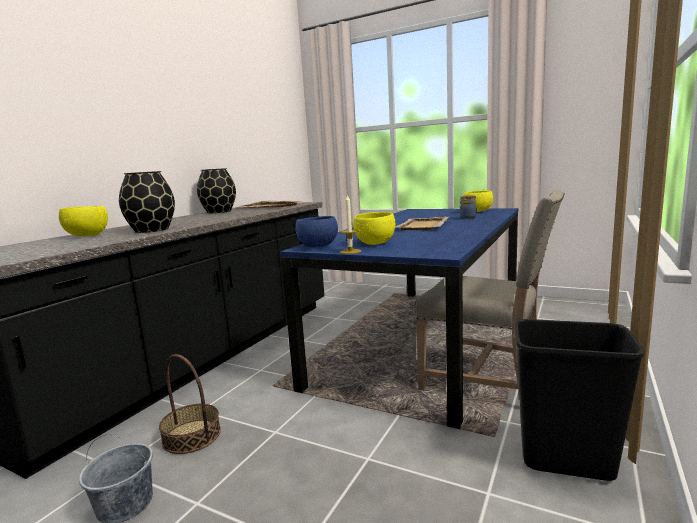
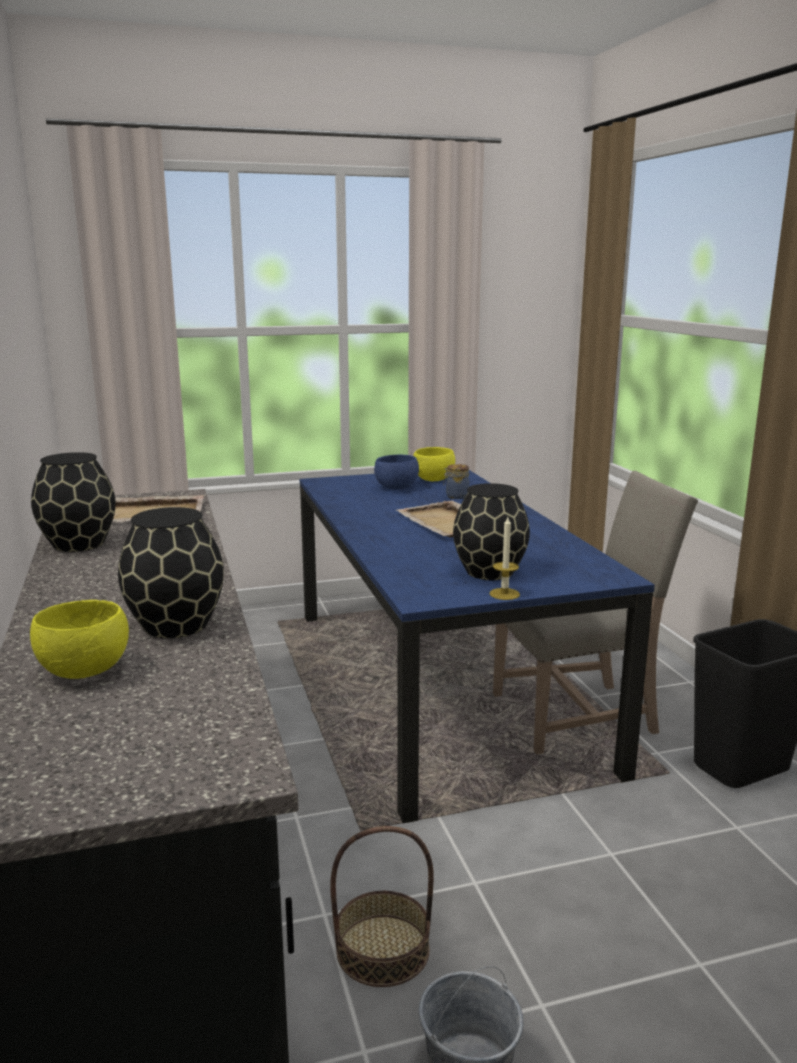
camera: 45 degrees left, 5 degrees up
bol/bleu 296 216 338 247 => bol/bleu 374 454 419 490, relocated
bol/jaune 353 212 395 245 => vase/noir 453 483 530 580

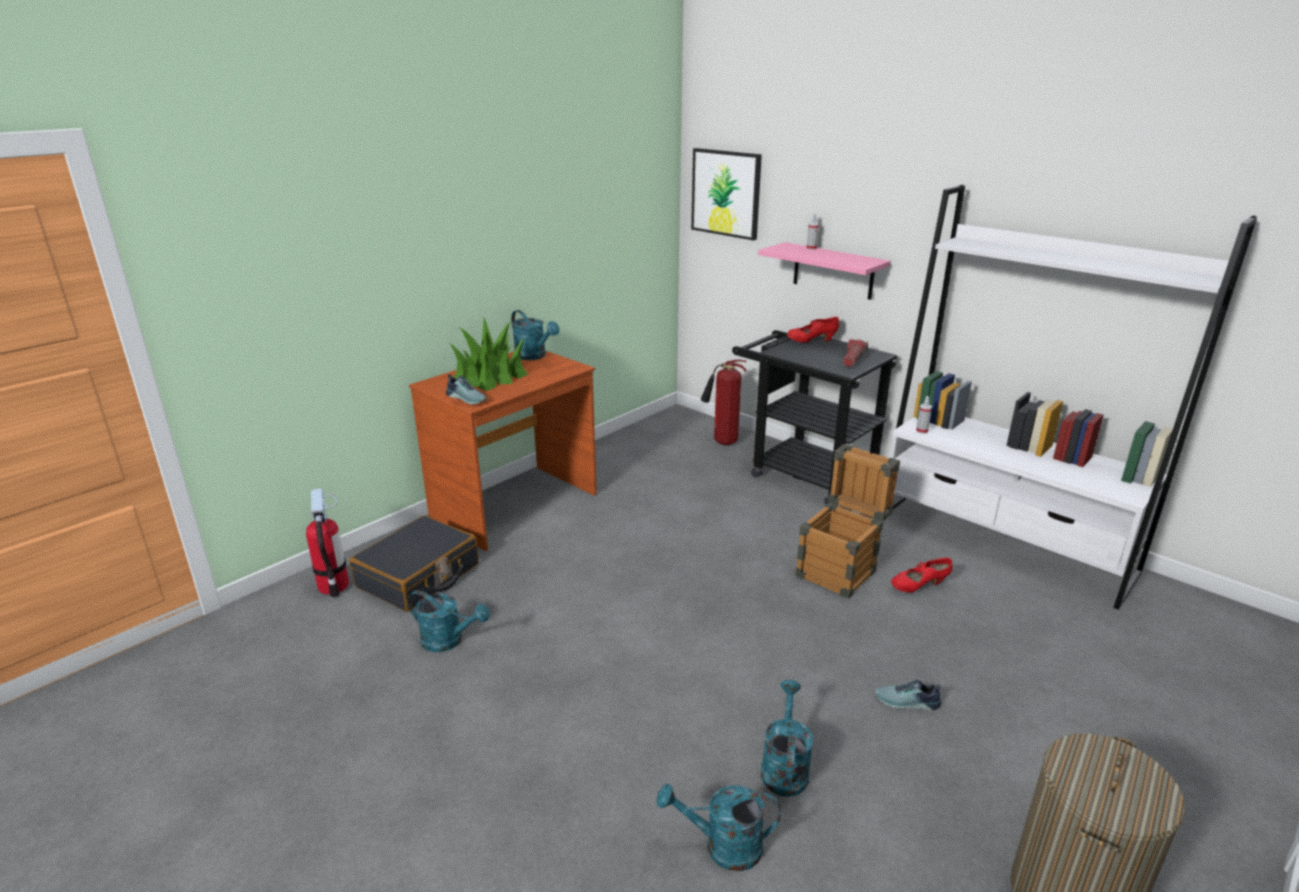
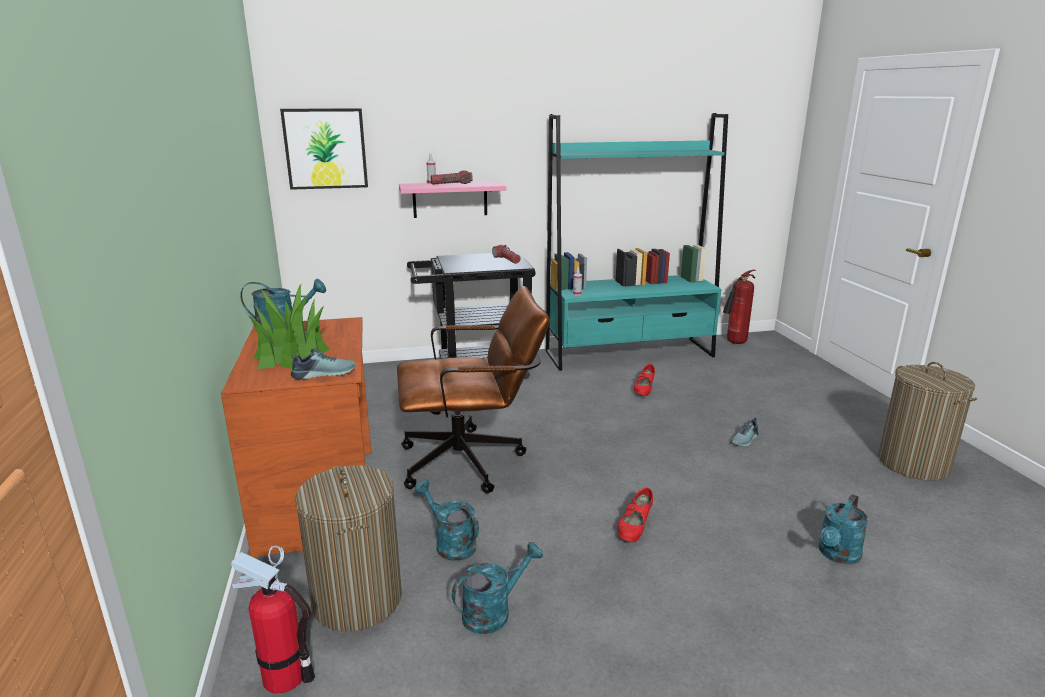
camera: 55 degrees left, 5 degrees down
valise/noir 349 516 479 612 => panier à linge 295 465 402 631
extincteur 701 360 746 445 => extincteur 723 270 756 344, relocated
arrosoir/turquoise 761 680 813 797 => arrosoir/turquoise 415 480 479 561, relocated
chaussure/rouge 787 317 839 343 => chaussure/rouge 618 488 653 542, relocated
caisse 795 444 900 599 => nothing
bibliothèque/blanc 890 185 1257 610 => bibliothèque/turquoise 546 113 728 371
nothing => chaise de bureau/marron 397 286 550 493
nothing => lampe de poche 431 170 473 185

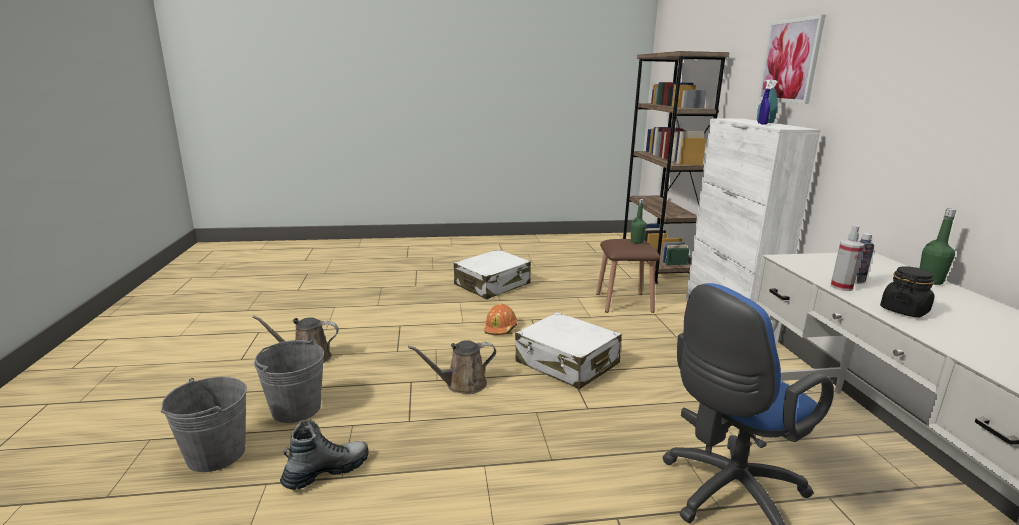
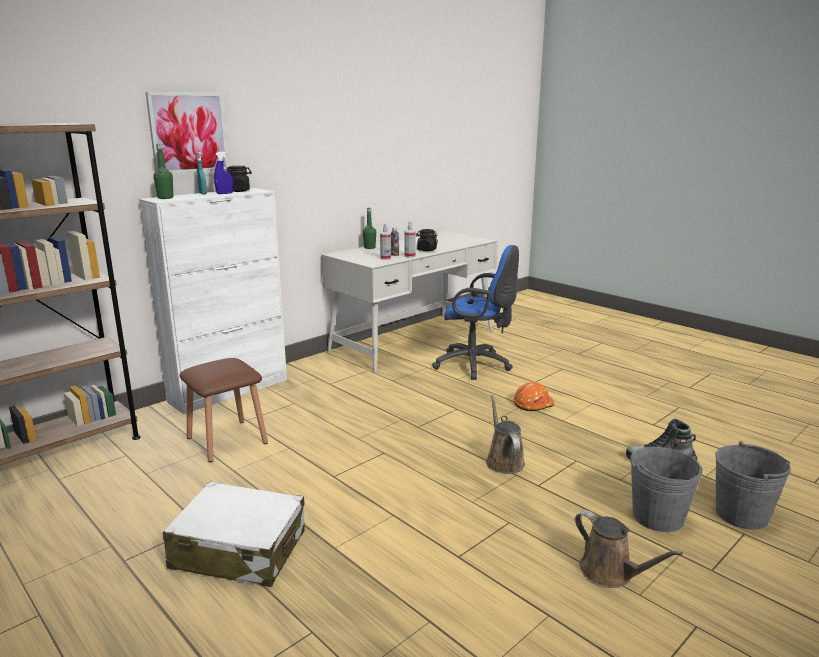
camera: 125 degrees left, 0 degrees up
arrosoir/marron 408 340 496 394 => arrosoir/marron 486 395 525 474, 135 degrees counterclockwise
casque de chantier/orange 484 304 517 335 => casque de chantier/orange 514 382 554 411, relocated
valise/blanc 515 312 622 389 => nothing
bouteille/vert 631 199 647 244 => bouteille/vert 153 144 173 199, relocated
nothing => bocal/noir 225 166 252 192
nothing => vaporisateur 380 223 391 260

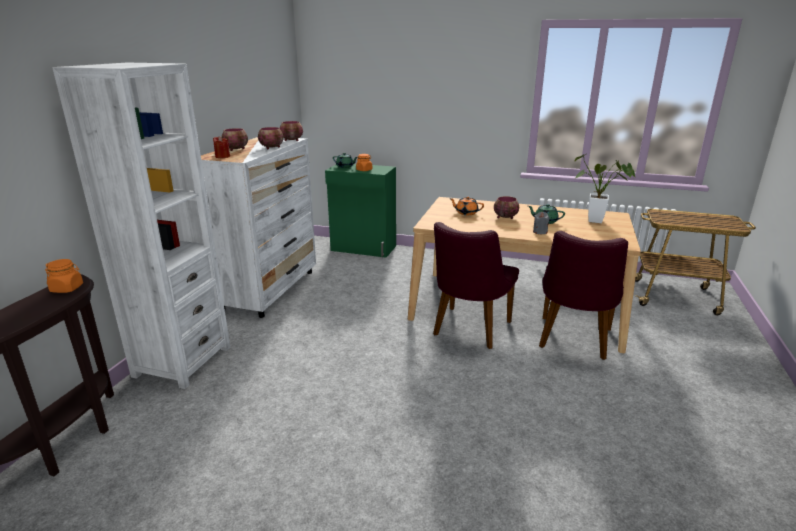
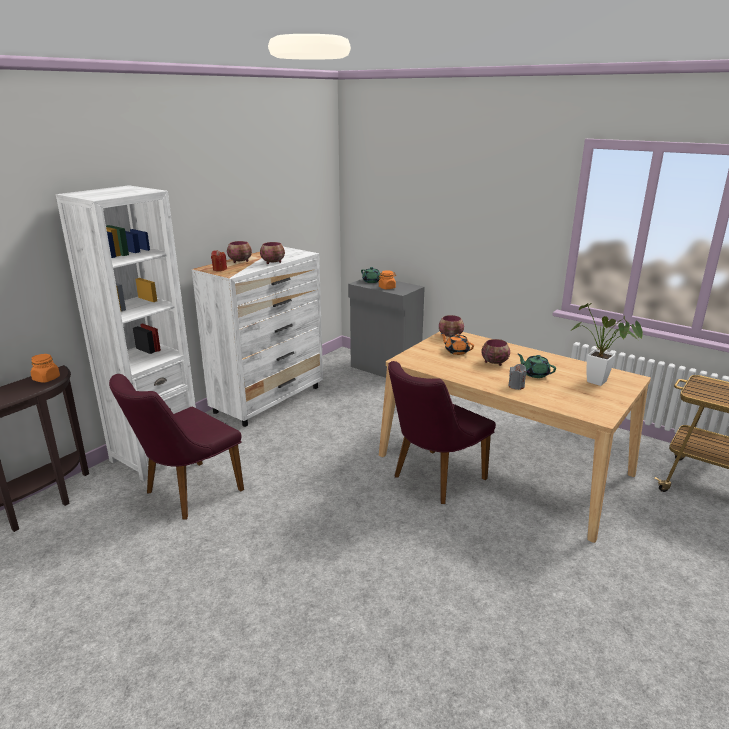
camera: 20 degrees right, 0 degrees up
bol 280 121 303 141 => bol 439 315 464 337, relocated
meuble de rangement/vert 325 164 396 258 => meuble de rangement/gris 348 279 425 378
chaise/violet 539 231 628 360 => chaise/violet 109 374 244 520, relocated

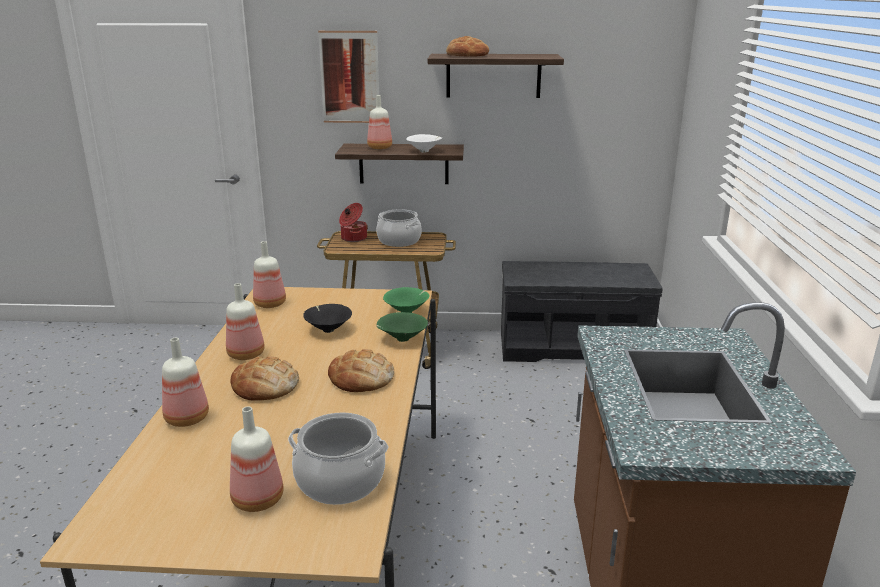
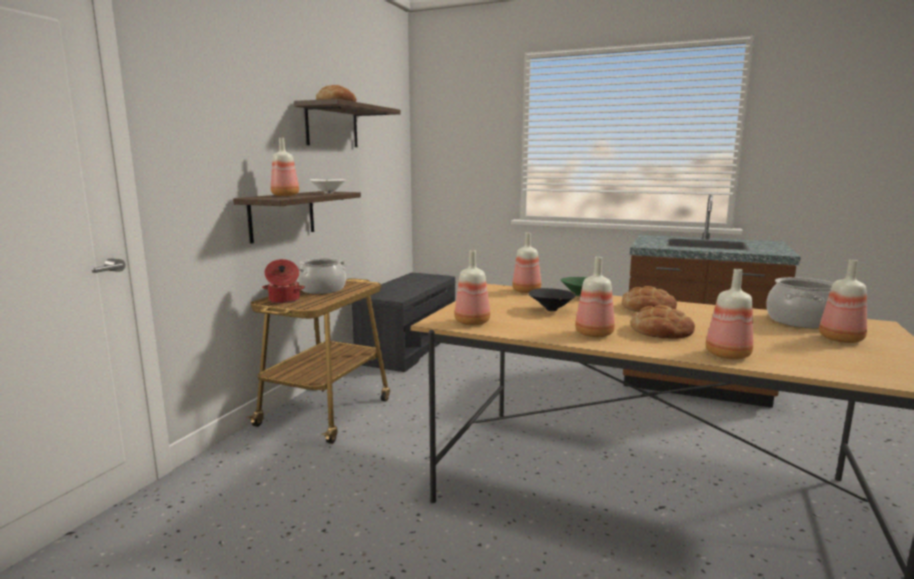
camera: 70 degrees left, 10 degrees down
tableau 318 31 379 123 => nothing
bol/vert 383 287 430 313 => bouteille 512 233 541 293

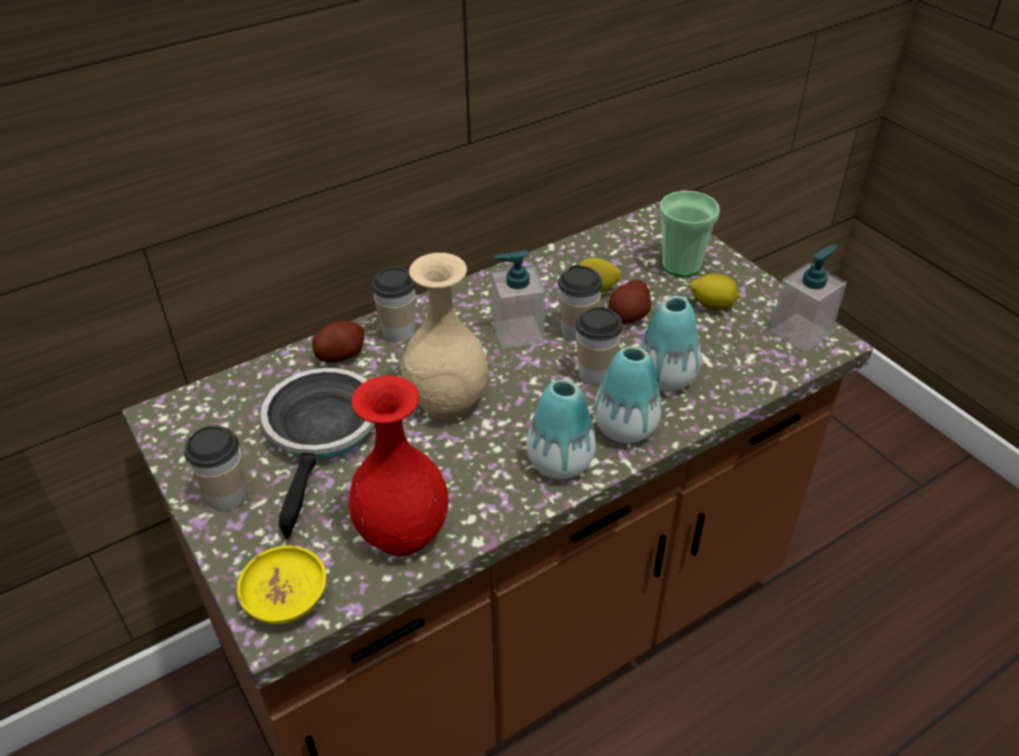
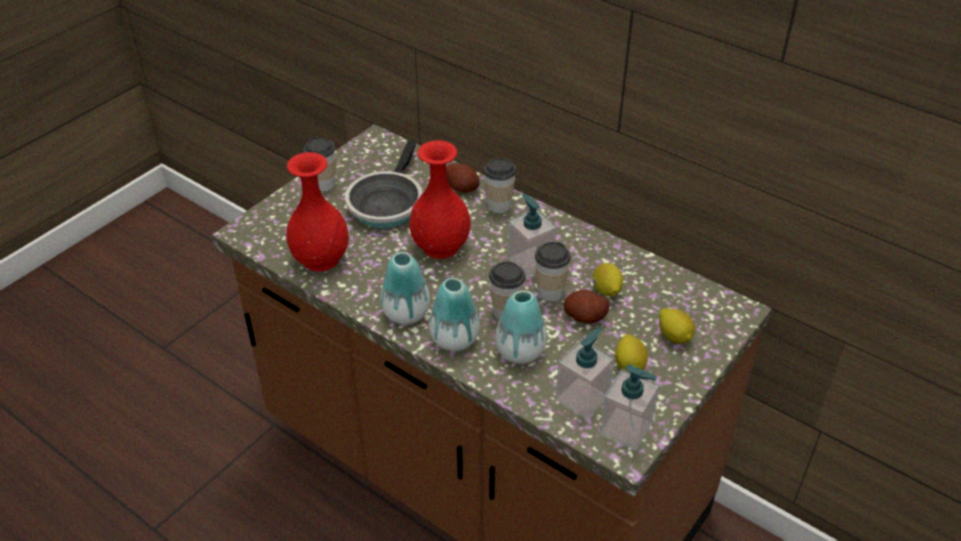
camera: 70 degrees right, 0 degrees up
bol/jaune 237 545 326 624 => nothing
poêle 260 368 375 539 => poêle 345 139 422 228, 120 degrees clockwise
vase/beige 402 253 488 419 => vase/rouge 409 140 471 259
tasse 660 191 720 277 => citron 659 308 695 344
nothing => distributeur de savon 555 327 614 420

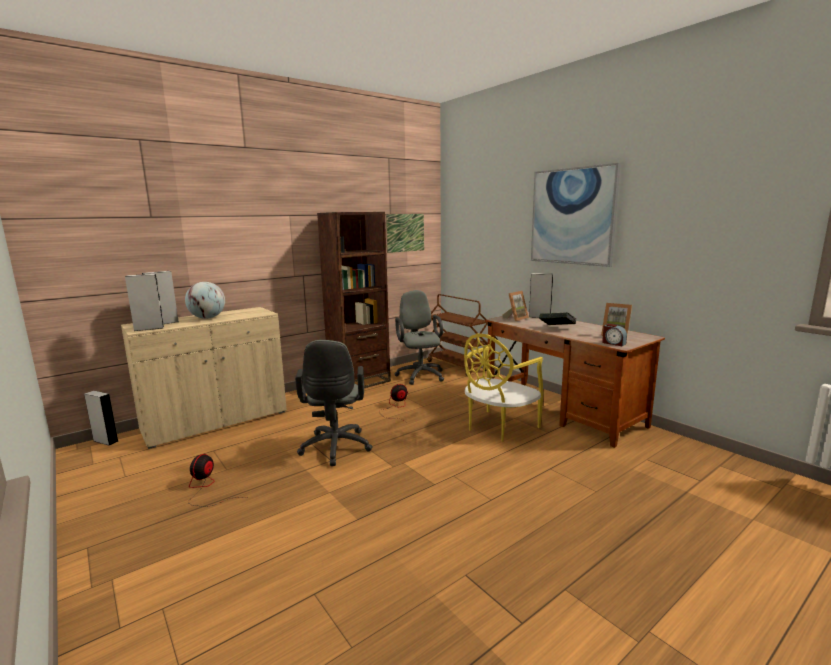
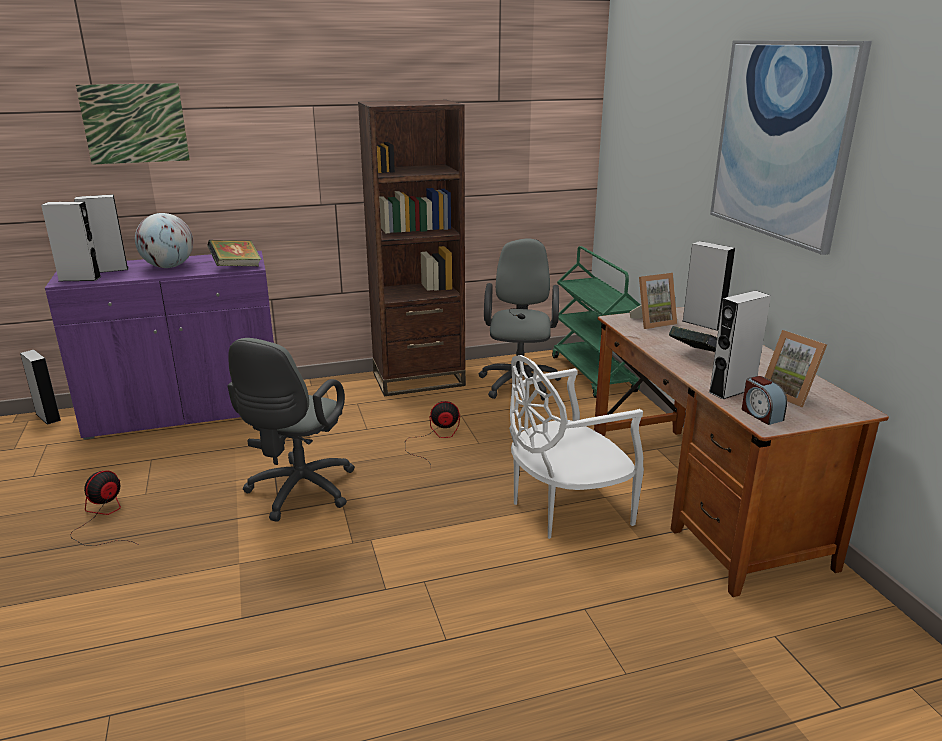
camera: 20 degrees right, 10 degrees up
meuble de rangement/beige 121 307 287 449 => meuble de rangement/violet 45 251 274 440
tableau 386 214 424 253 => tableau 76 83 190 165, relocated
chariot/marron 428 294 488 376 => chariot/vert 552 246 640 398
chaise/jaune 464 334 544 442 => chaise/blanc 509 355 644 539
nothing => livre 207 240 262 266
nothing => enceinte/gris 709 290 771 399

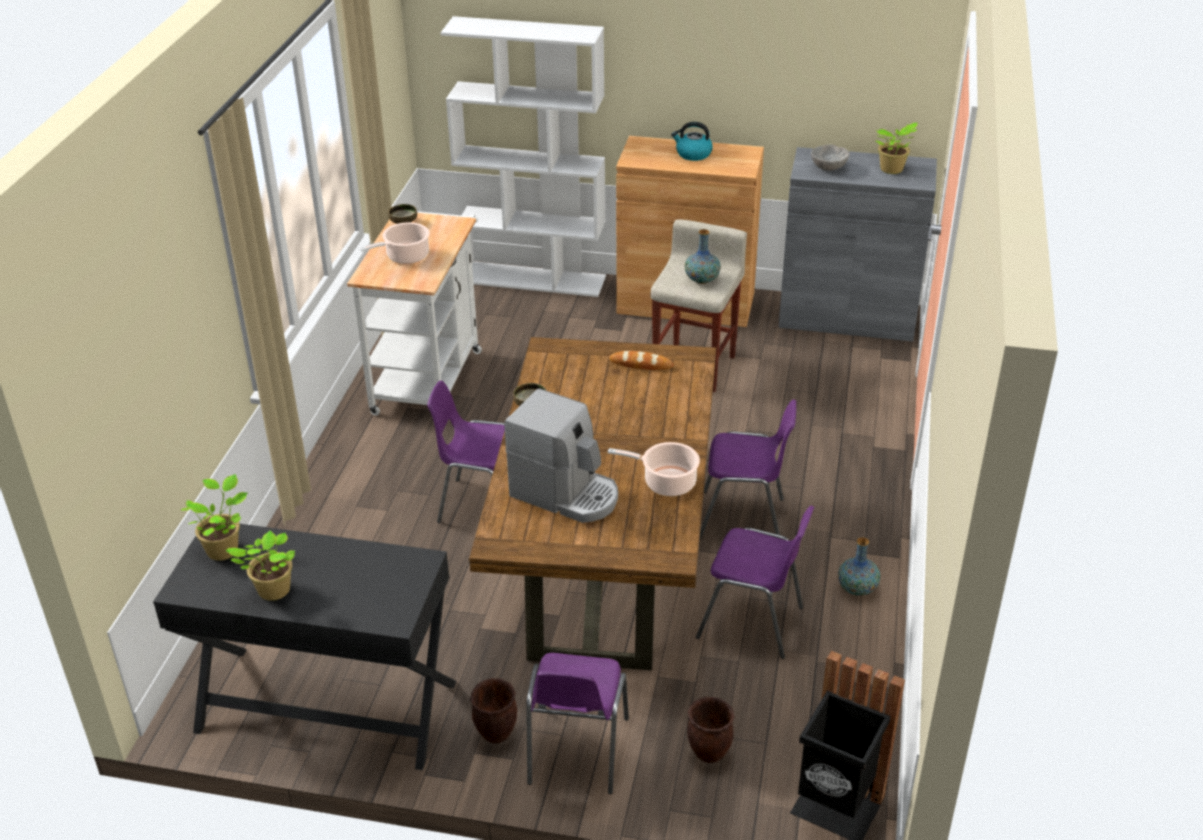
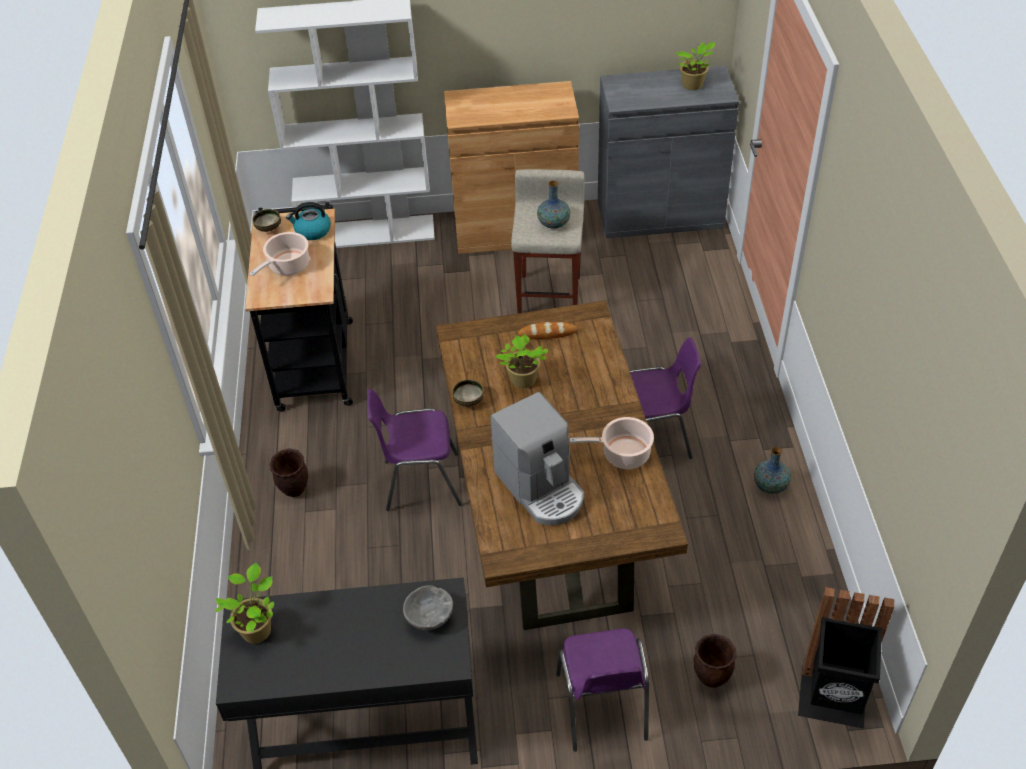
camera: 15 degrees left, 10 degrees up
plante en pot 225 531 295 601 => plante en pot 495 334 548 388, relocated
chariot/blanc 347 211 482 415 => chariot/noir 245 202 353 412
cache-pot/marron 470 678 517 743 => cache-pot/marron 270 449 308 497, relocated
machine à café 504 389 618 523 => machine à café 491 392 584 525, 45 degrees clockwise
bouilloire 671 122 713 161 => bouilloire 286 202 331 240, relocated
chaise/violet 696 506 814 659 => nothing
bol/gris 811 144 849 171 => bol/gris 403 585 453 630, relocated

